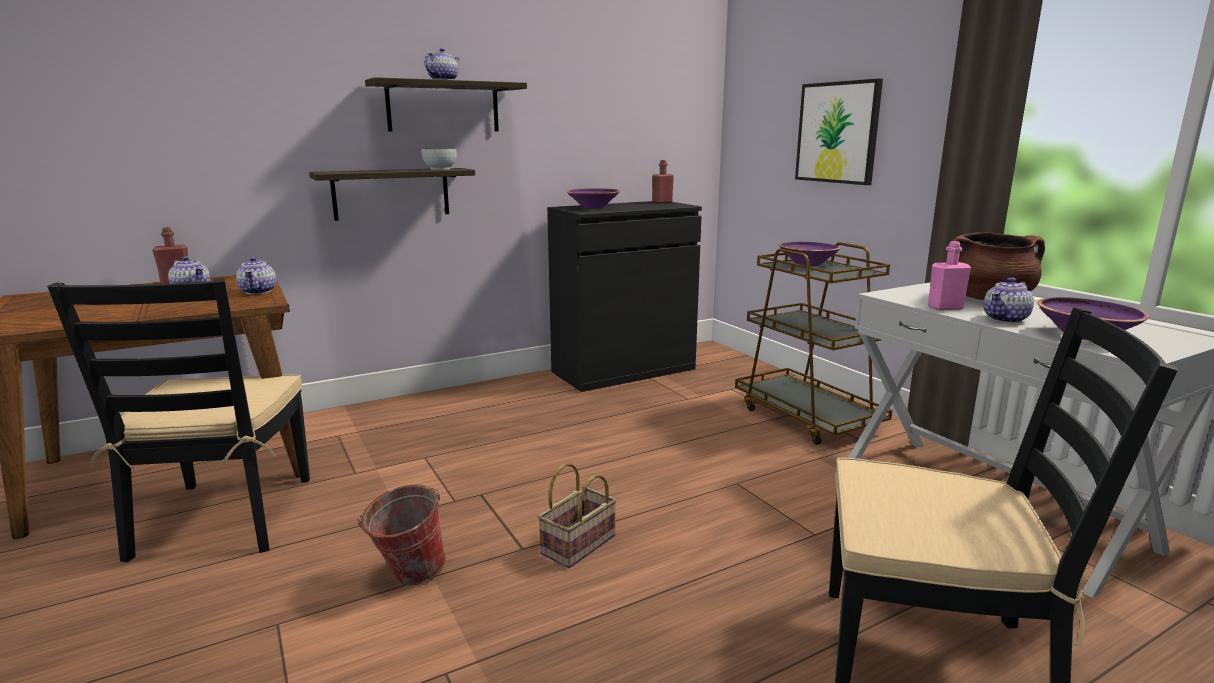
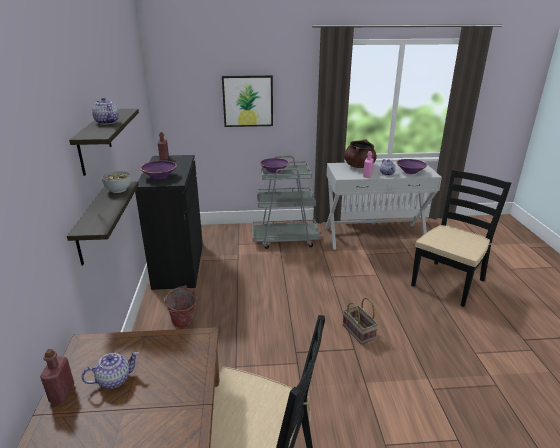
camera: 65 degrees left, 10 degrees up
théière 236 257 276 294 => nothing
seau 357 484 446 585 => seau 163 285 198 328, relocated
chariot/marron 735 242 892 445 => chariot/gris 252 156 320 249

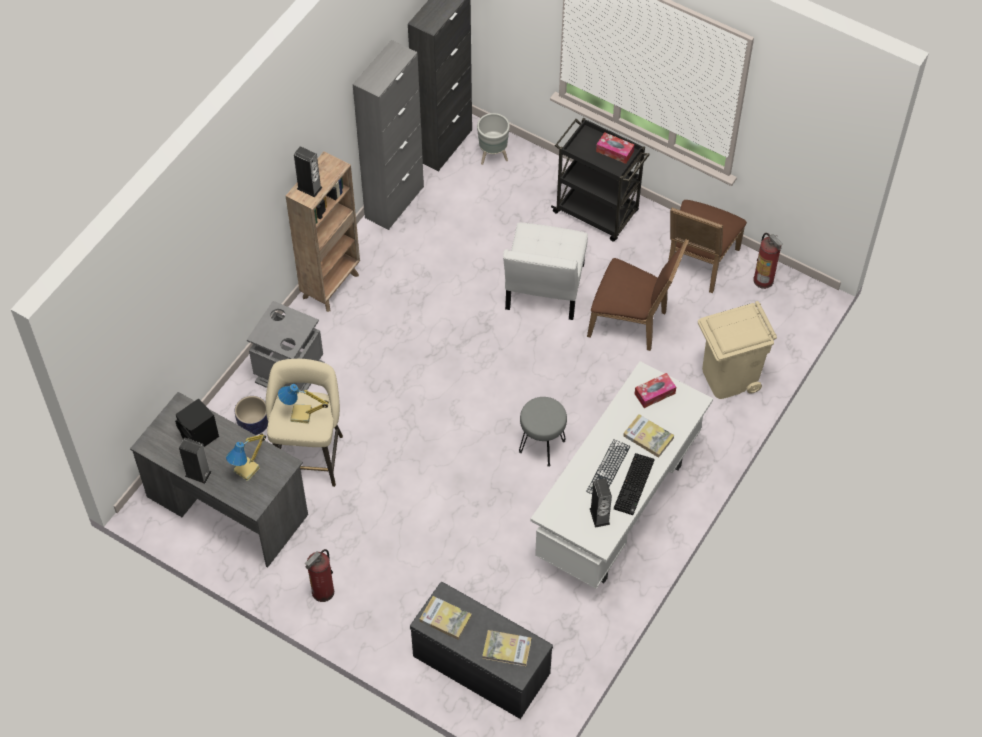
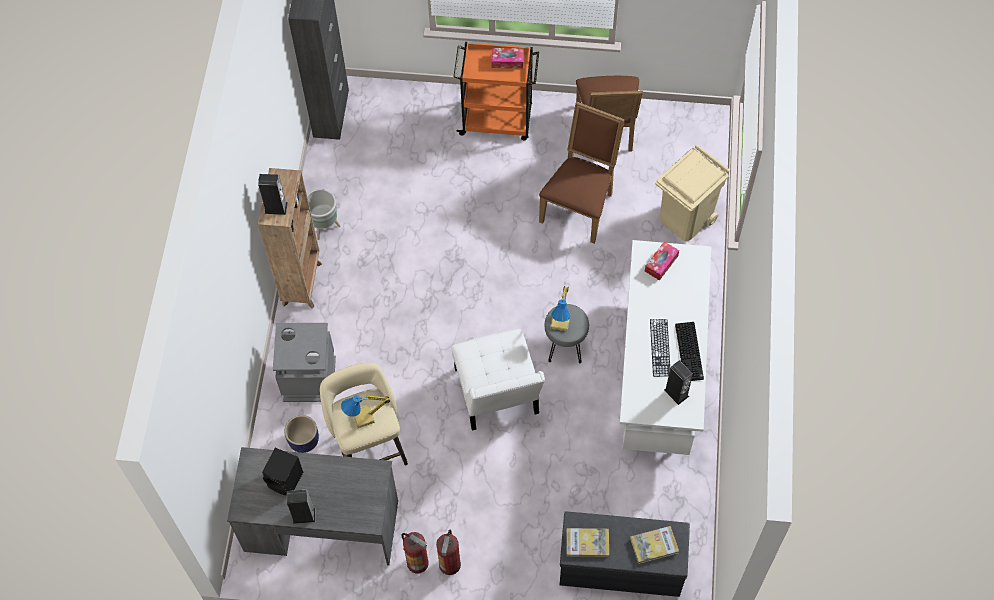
camera: 25 degrees left, 5 degrees up
lampe de table 226 433 266 481 => lampe de table 550 286 571 332, relocated
meuble de rangement/gris 353 40 424 230 => nothing
cache-pot/gris 477 113 510 165 => cache-pot/gris 307 189 341 240, relocated
chaise/blanc 503 222 588 320 => chaise/blanc 452 329 545 431, relocated
chariot/noir 551 118 650 242 => chariot/orange 454 42 539 140
chaise/marron 587 238 689 351 => chaise/marron 539 102 625 244, 60 degrees counterclockwise
livre 623 414 674 458 => nothing
extincteur 753 233 783 289 => extincteur 402 532 429 574, relocated

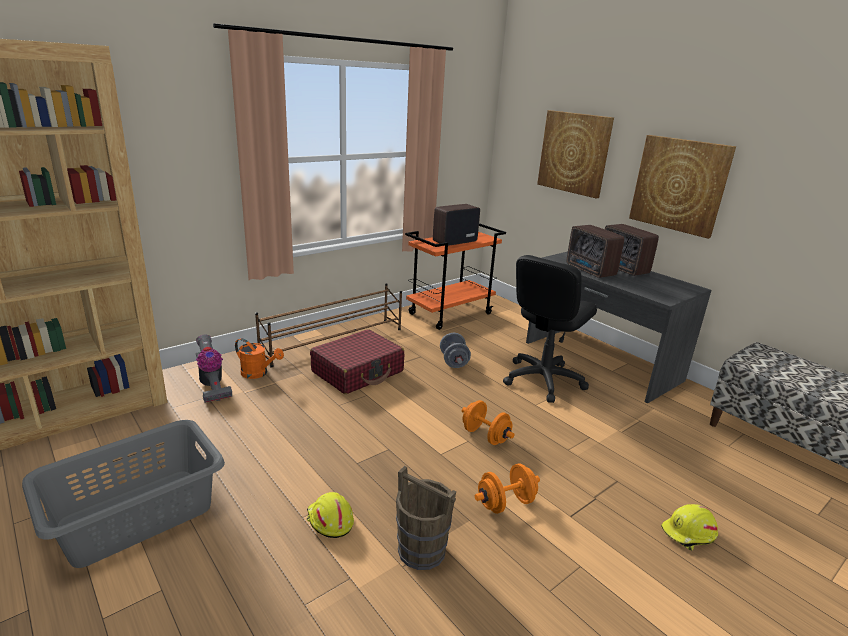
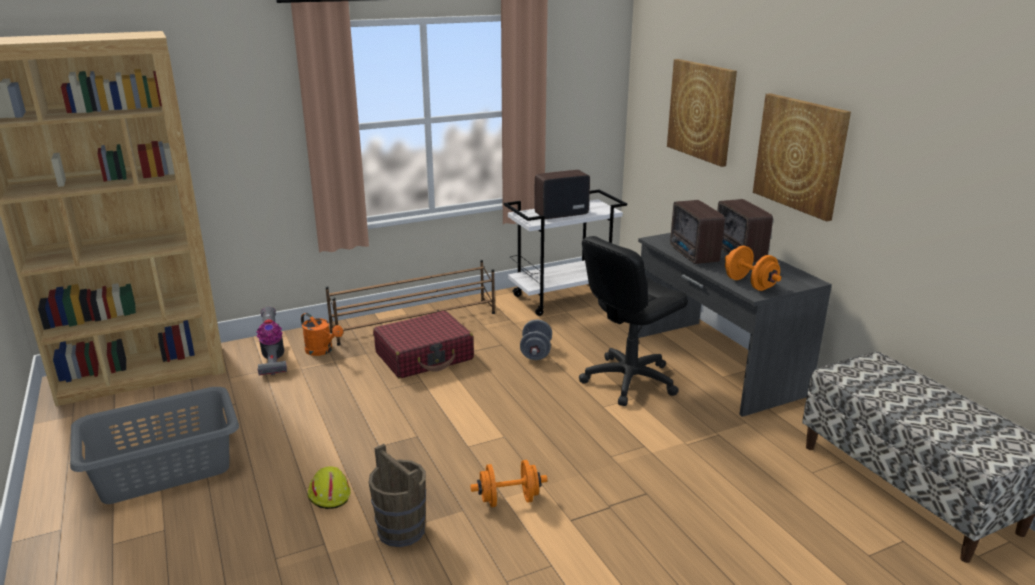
camera: 15 degrees right, 0 degrees up
chariot/orange 405 223 506 330 => chariot/blanc 504 190 627 316
haltère/orange 462 400 514 445 => haltère/orange 725 246 781 291, relocated
casque de chantier/jaune 661 504 718 550 => nothing

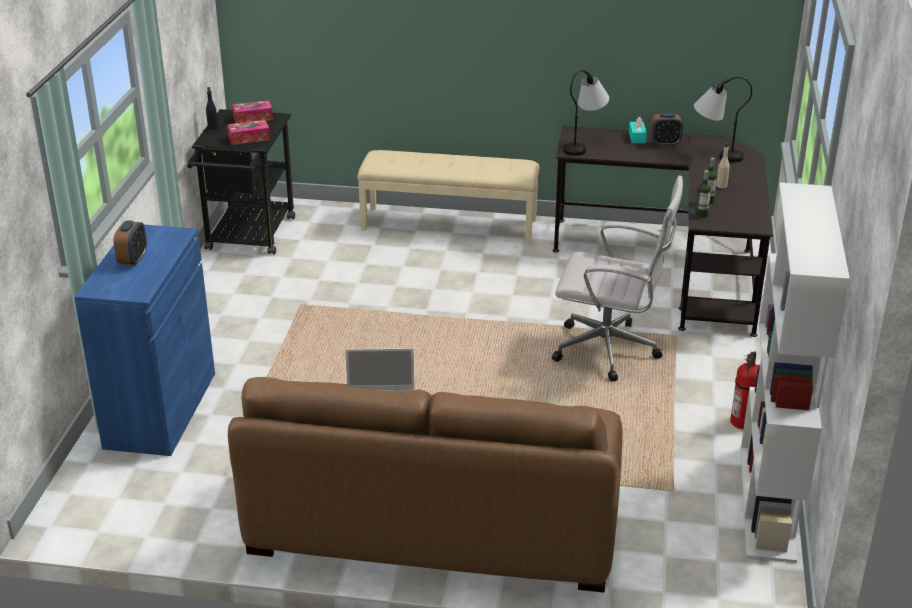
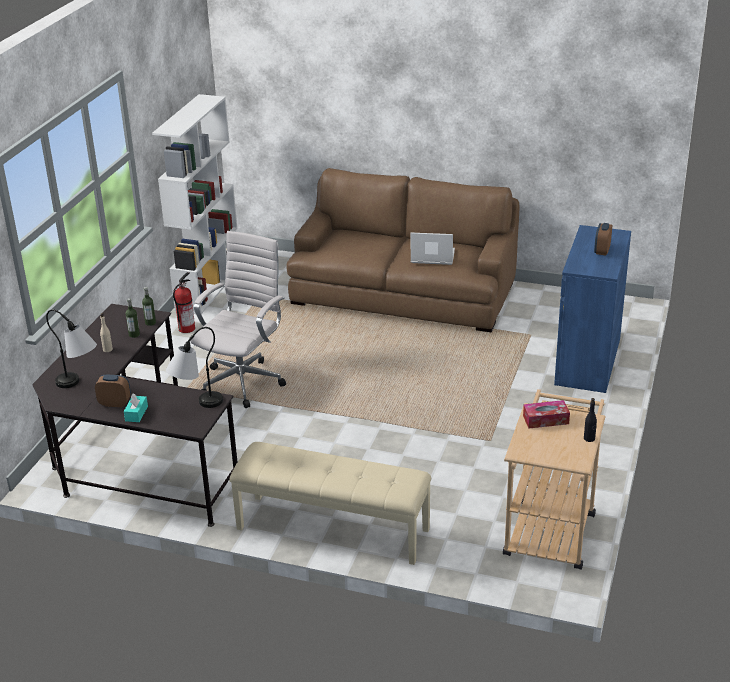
camera: 170 degrees left, 0 degrees up
chariot/noir 187 109 295 255 => chariot/beige 503 389 605 570
boîte à mouchoirs 232 101 273 124 => nothing
chaise de bureau/blanc 552 175 683 382 => chaise de bureau/blanc 190 231 286 408, 90 degrees clockwise

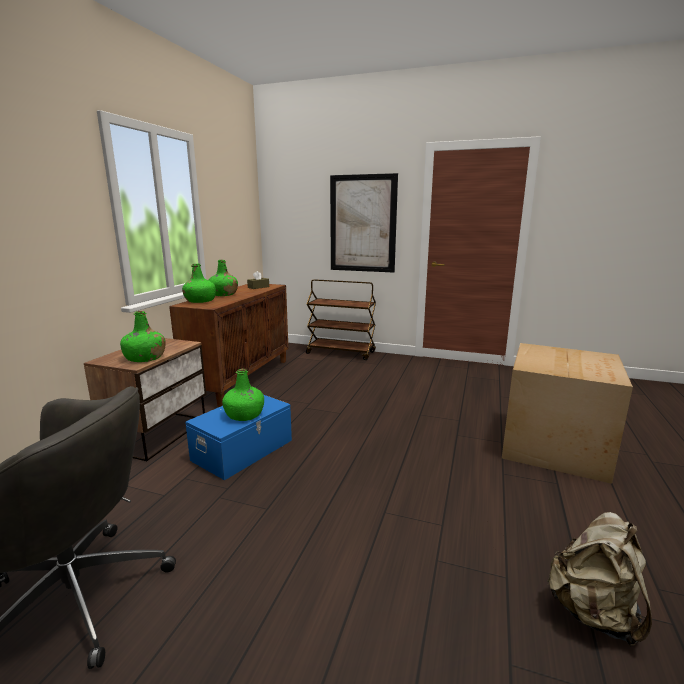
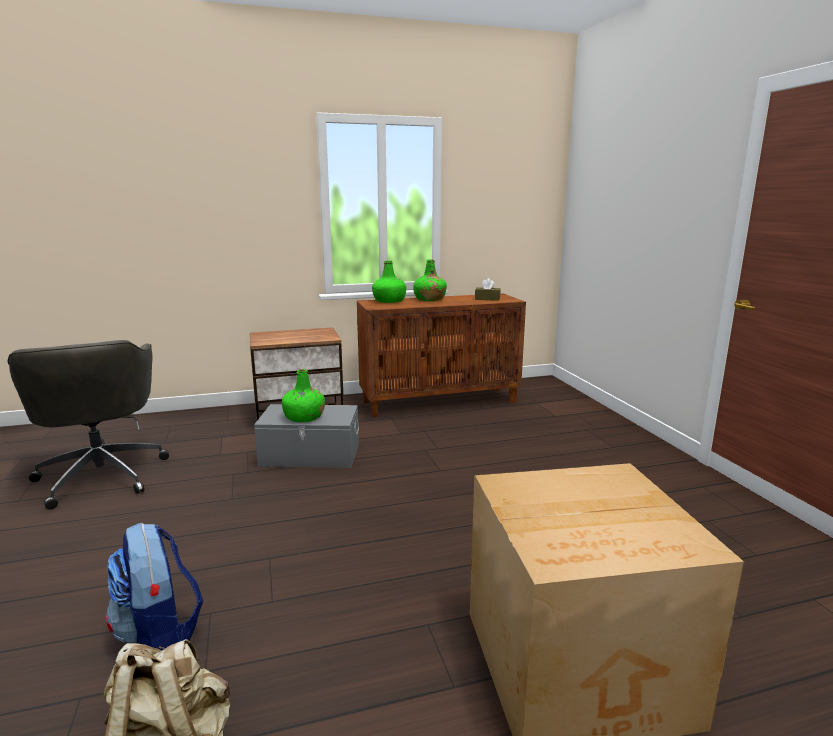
camera: 55 degrees right, 0 degrees up
bouteille/vert 120 311 166 362 => nothing
boîte de rangement/bleu 185 395 292 480 => boîte de rangement/gris 254 404 359 468
chariot/marron 306 279 376 360 => nothing
tableau 330 173 398 273 => nothing
nothing => sac à dos 106 523 203 650

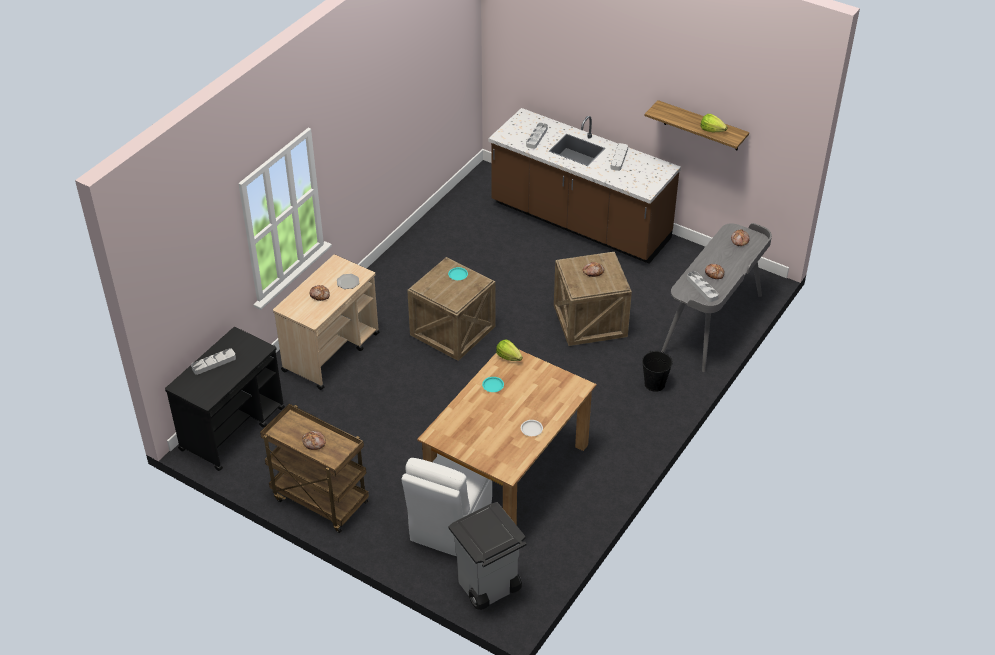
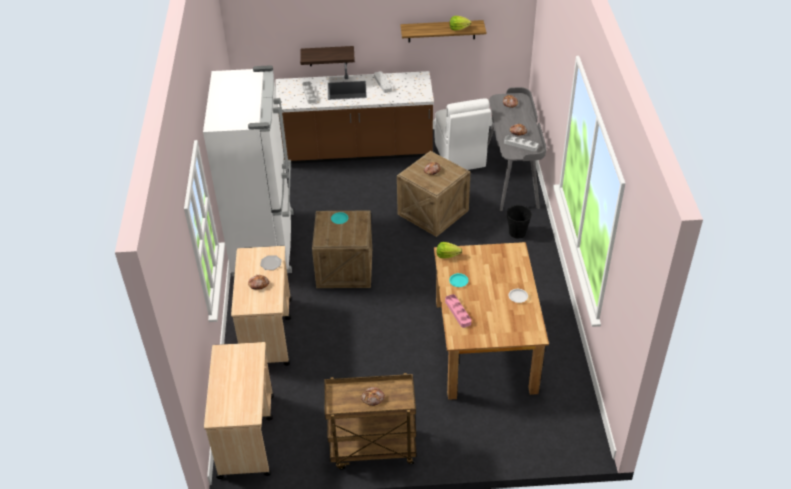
camera: 35 degrees left, 0 degrees up
chariot/noir 165 327 285 471 => chariot/beige 204 342 274 479
plateau/gris 191 349 236 375 => nothing
chaise/blanc 402 454 492 556 => chaise/blanc 434 98 491 170, relocated
poubelle/gris 448 502 527 610 => nothing
nothing => réfrigérateur/blanc 203 65 293 276
nothing => étagère 300 46 355 66
nothing => plateau/rose 445 294 471 328

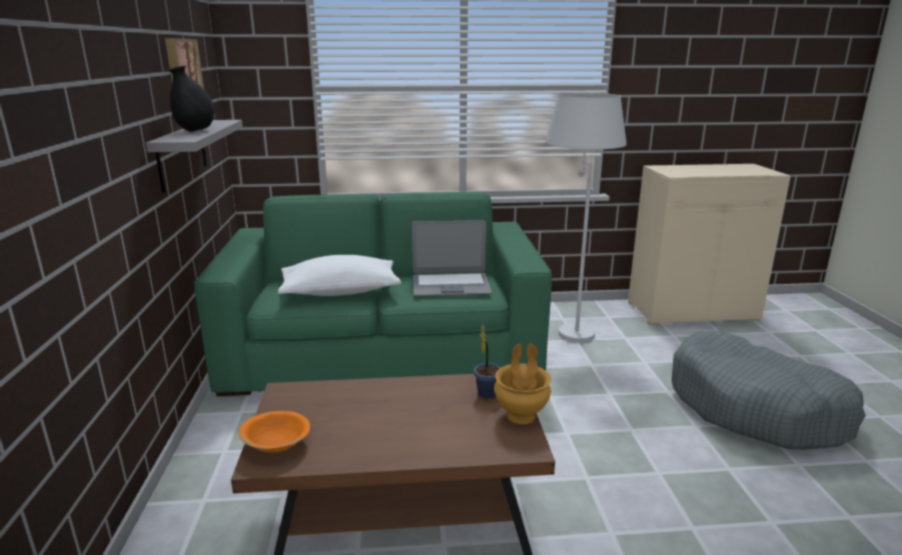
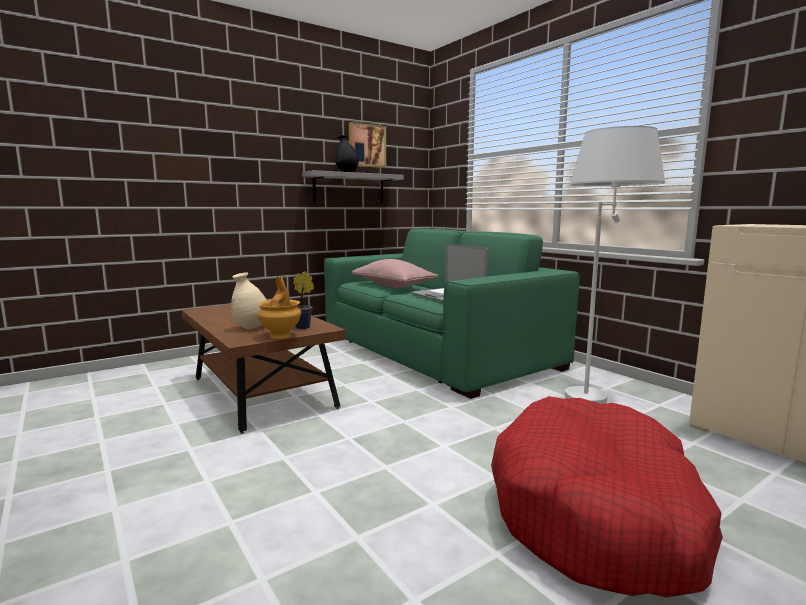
camera: 60 degrees right, 10 degrees down
bol/orange 239 411 310 453 => nothing
coussin/blanc 278 255 401 296 => coussin/rose 351 259 438 288
panier pour chien/gris 672 330 866 450 => panier pour chien/rouge 491 396 723 598
nothing => vase/beige 231 273 267 329

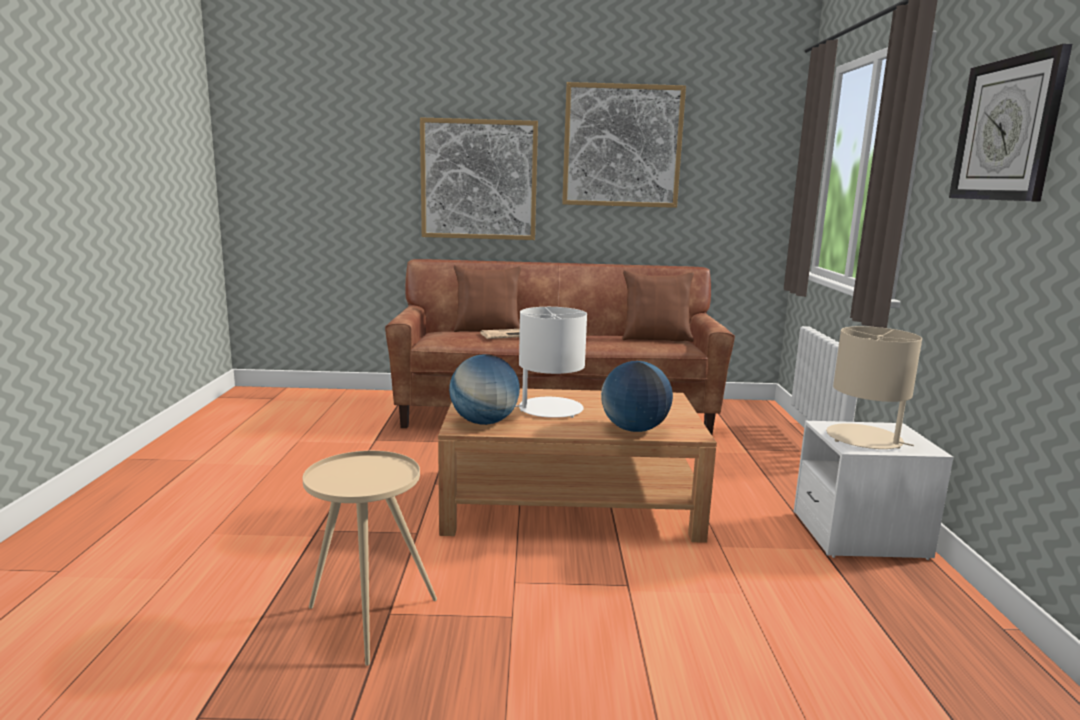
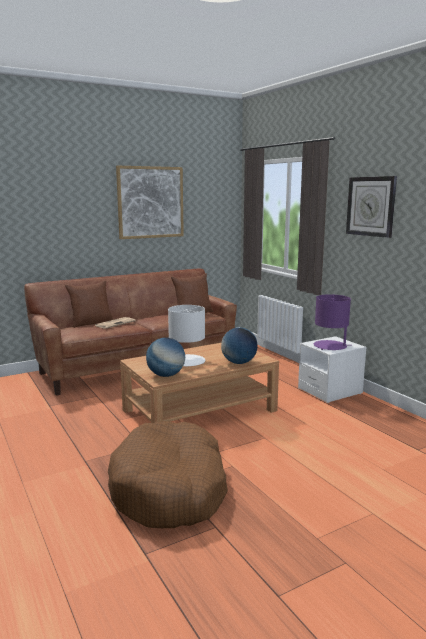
camera: 30 degrees left, 0 degrees up
table d'appoint/beige 303 451 437 666 => panier pour chien/marron 108 421 228 528
tableau 420 117 538 240 => nothing
lampe de table/beige 826 326 922 449 => lampe de table/violet 314 294 352 350

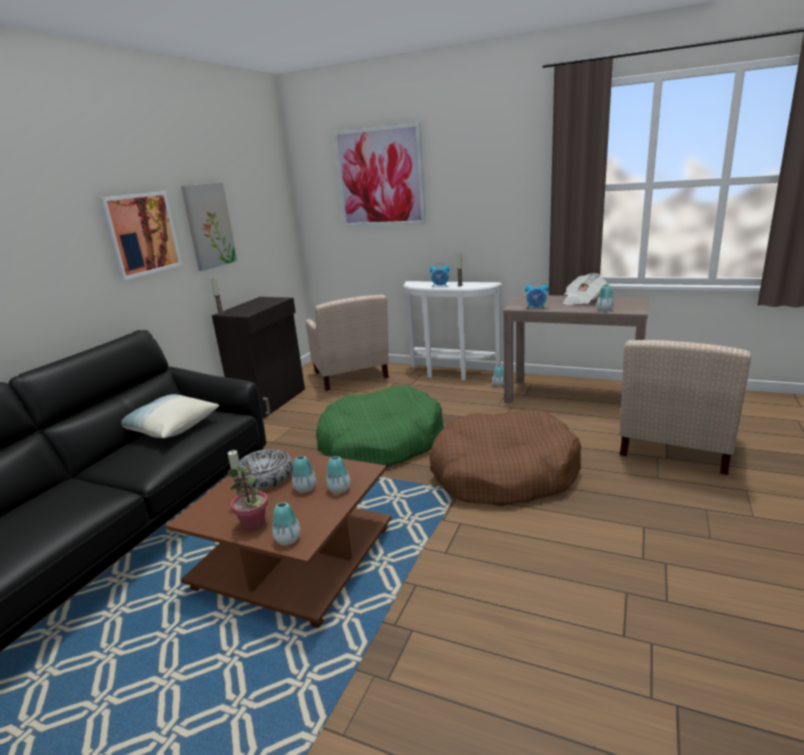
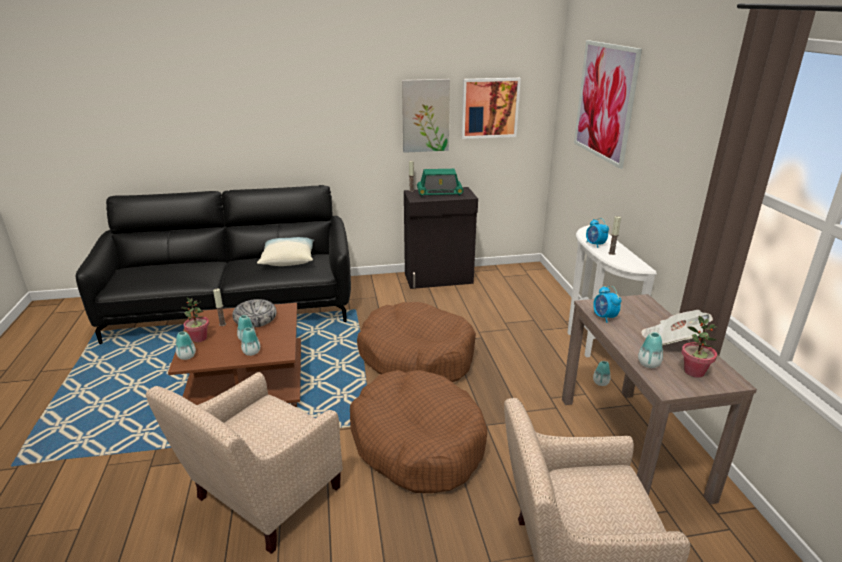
camera: 55 degrees right, 5 degrees up
tableau 99 191 182 280 => tableau 461 78 521 139, relocated
fauteuil/beige 306 295 389 391 => fauteuil/beige 146 372 343 554, relocated
panier pour chien/vert 316 385 444 467 => panier pour chien/marron 357 302 476 382
nothing => radio 417 169 464 197
nothing => plante en pot 682 316 717 378

